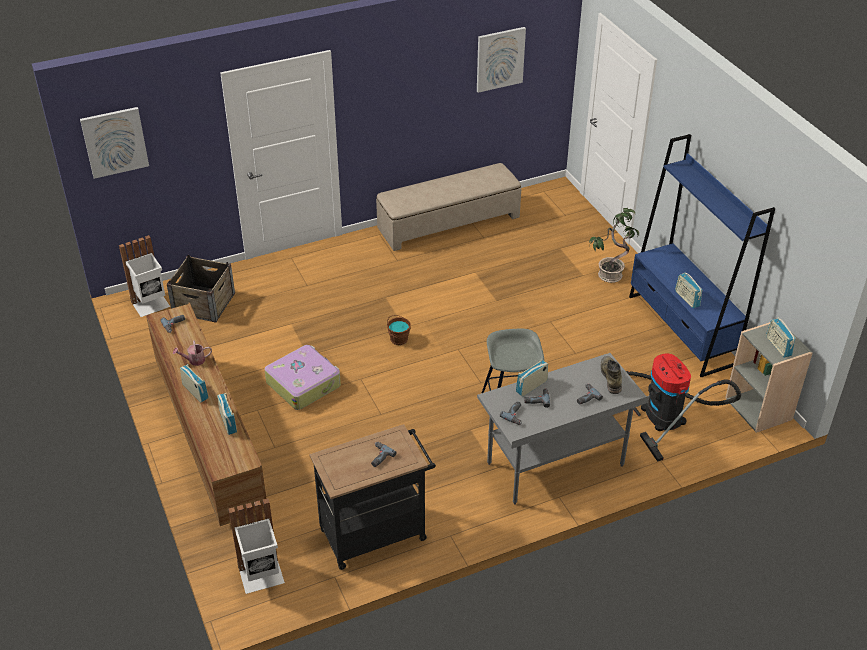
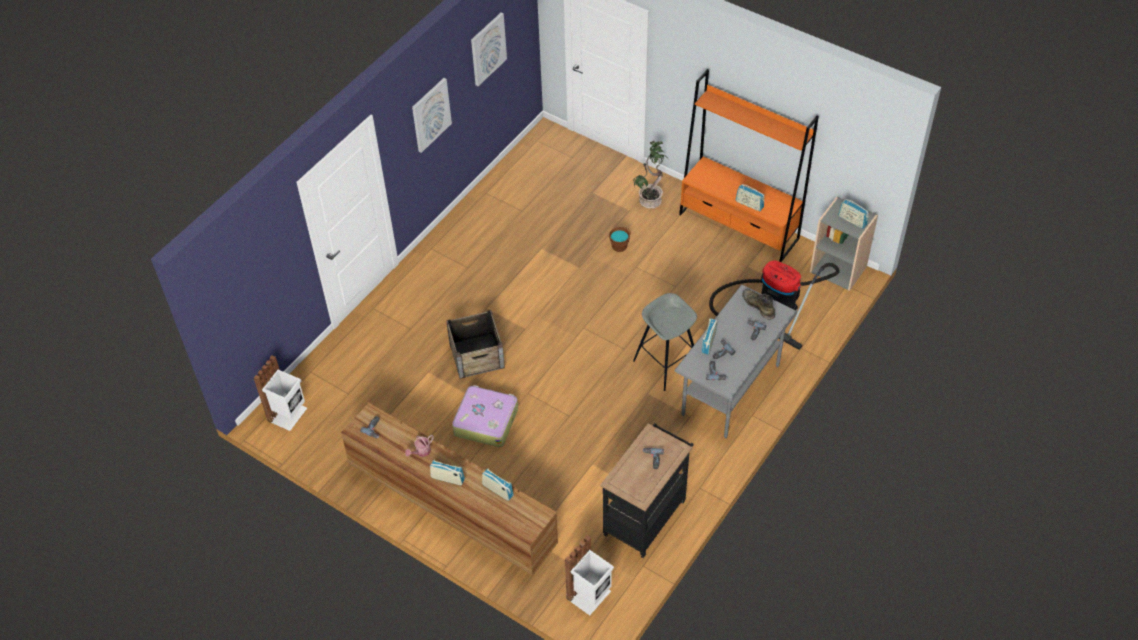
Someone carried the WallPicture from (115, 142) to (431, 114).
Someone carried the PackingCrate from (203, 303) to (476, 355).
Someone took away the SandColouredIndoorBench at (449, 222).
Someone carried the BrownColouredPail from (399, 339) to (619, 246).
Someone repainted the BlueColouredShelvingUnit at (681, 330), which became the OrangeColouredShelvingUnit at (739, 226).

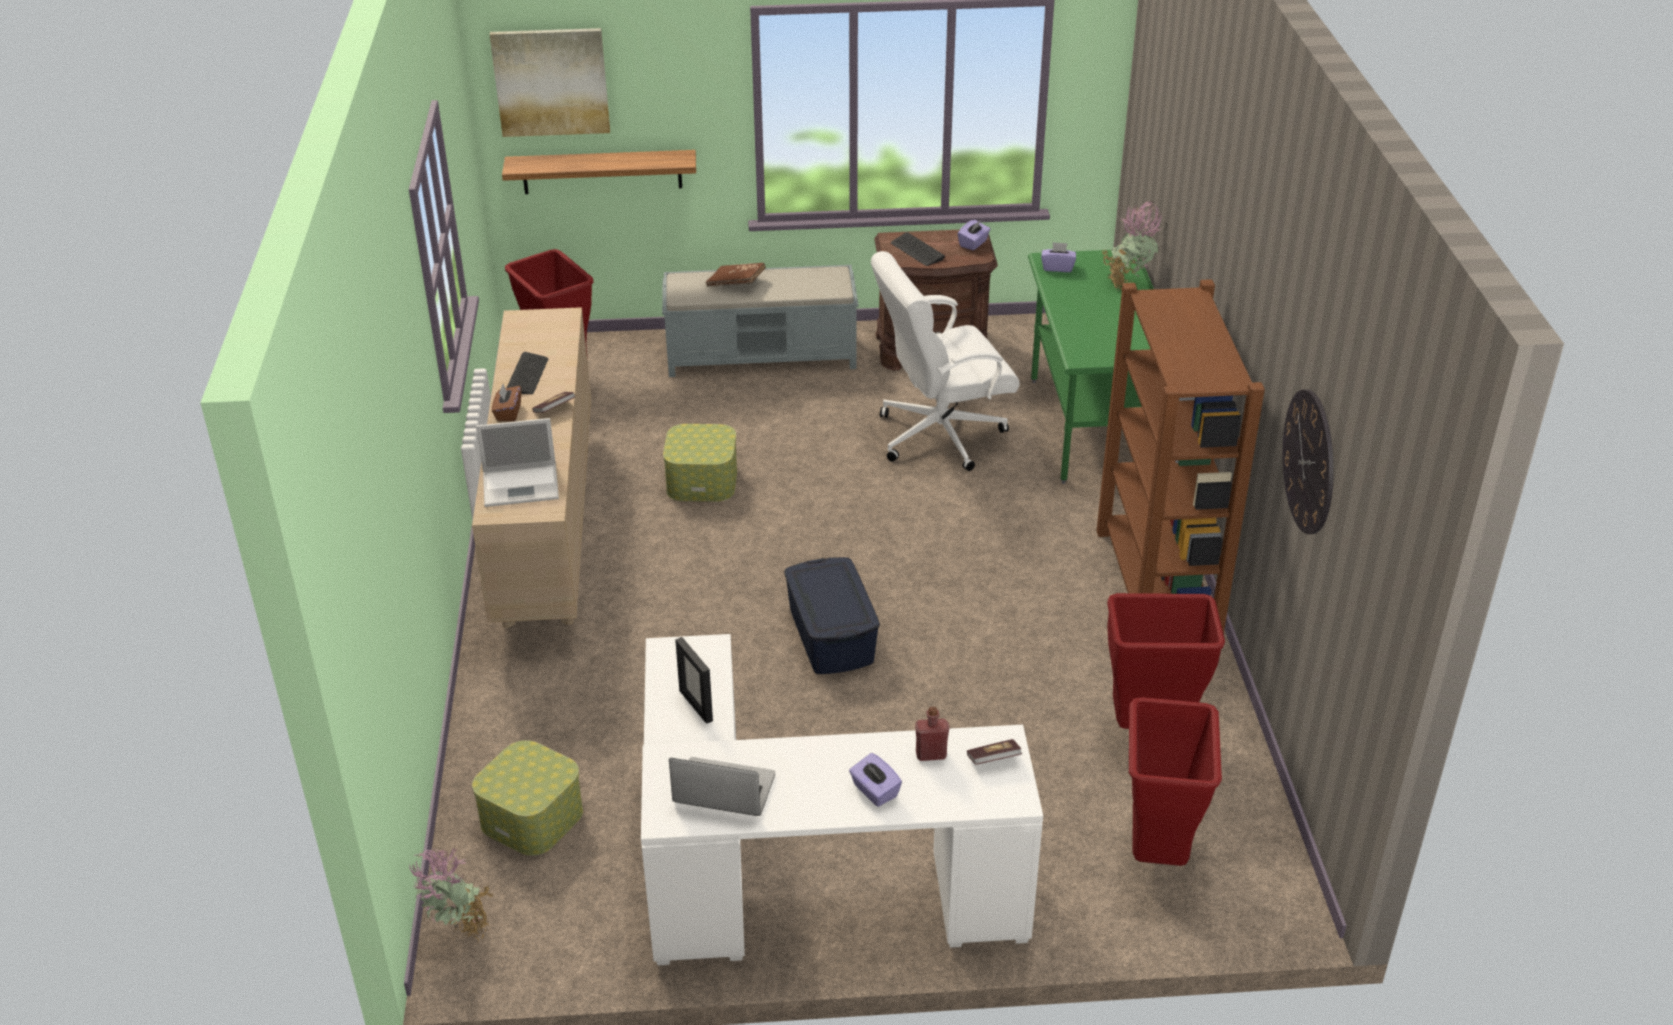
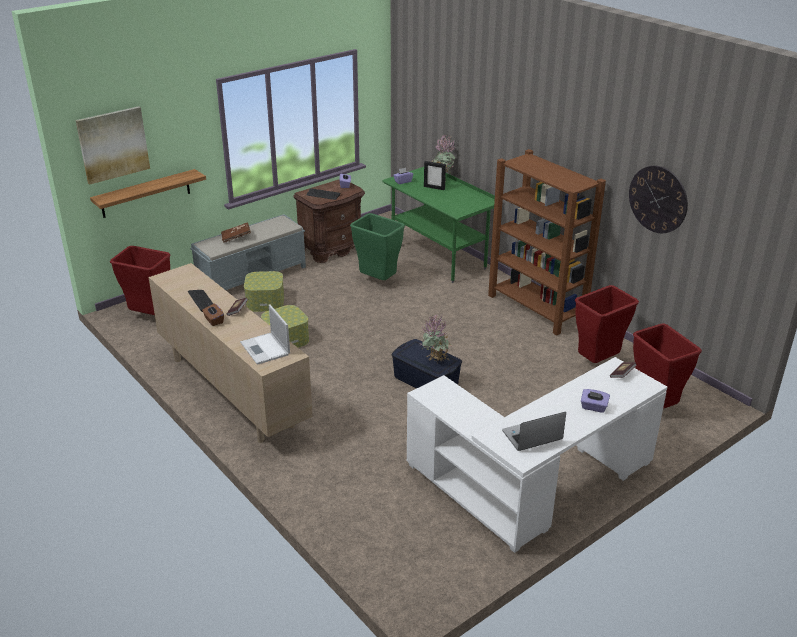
Someone carried the PlantInAPot from (459, 933) to (435, 362).
Someone carried the StorageBin from (532, 817) to (265, 301).
Someone rotated the Laptop at (522, 485) by 105 degrees clockwise.
Someone carried the StandingFrame from (697, 705) to (434, 187).
Someone swapped the WhiteColouredDeskChair at (940, 434) for the GreenColouredTrashCan at (377, 281).
Someone took away the ReddishBeverageBottle at (931, 755).

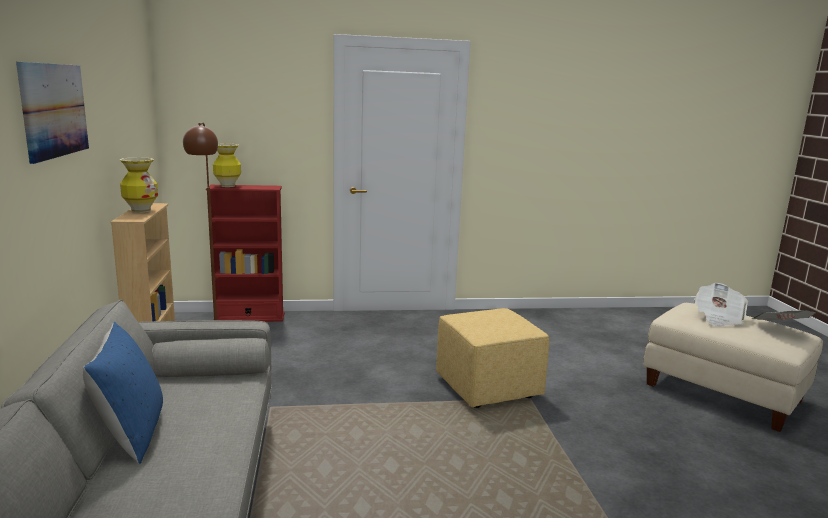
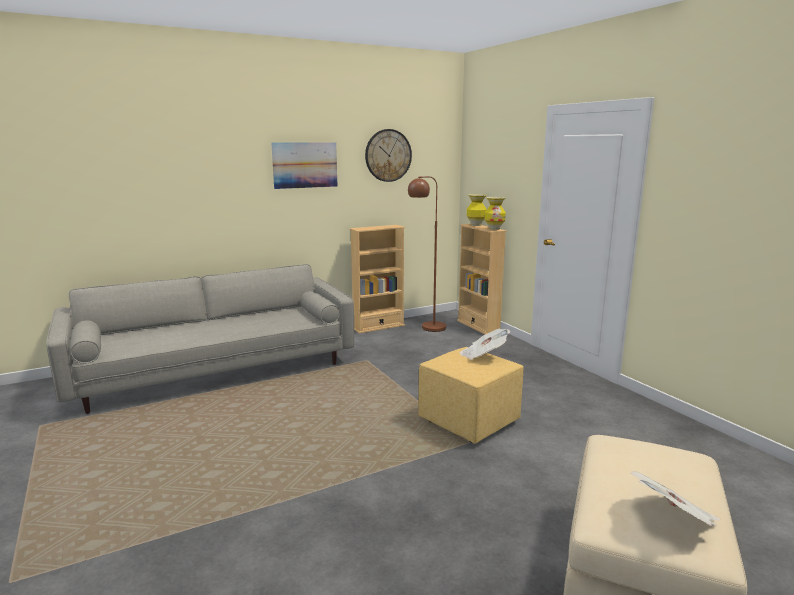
Someone took away the BlueColouredPillow at (131, 435).
Someone carried the FlowerVase from (141, 210) to (494, 229).
Someone repainted the ReddishShelvingUnit at (249, 317), which became the SandColouredShelvingUnit at (478, 326).
Someone carried the Newspaper from (718, 318) to (483, 355).
Someone put up the HangingClock at (388, 155).

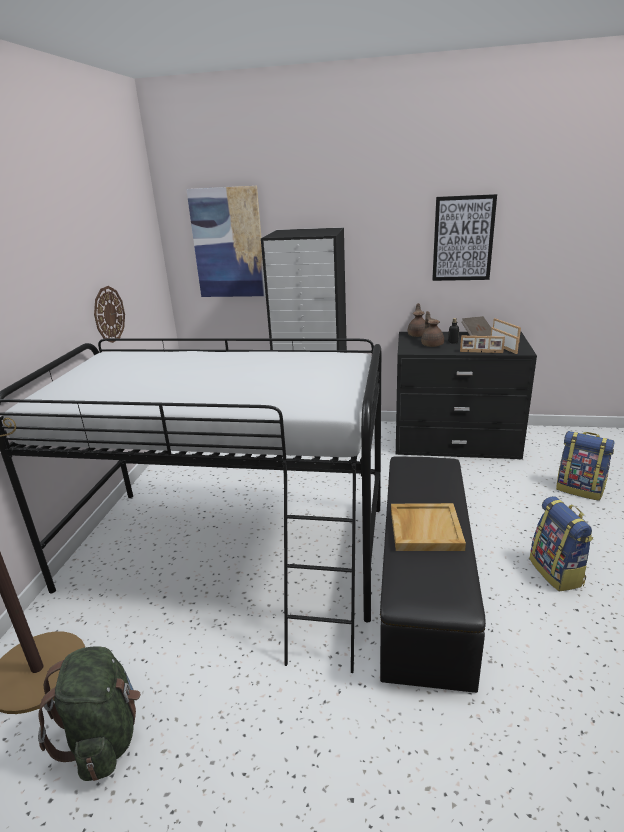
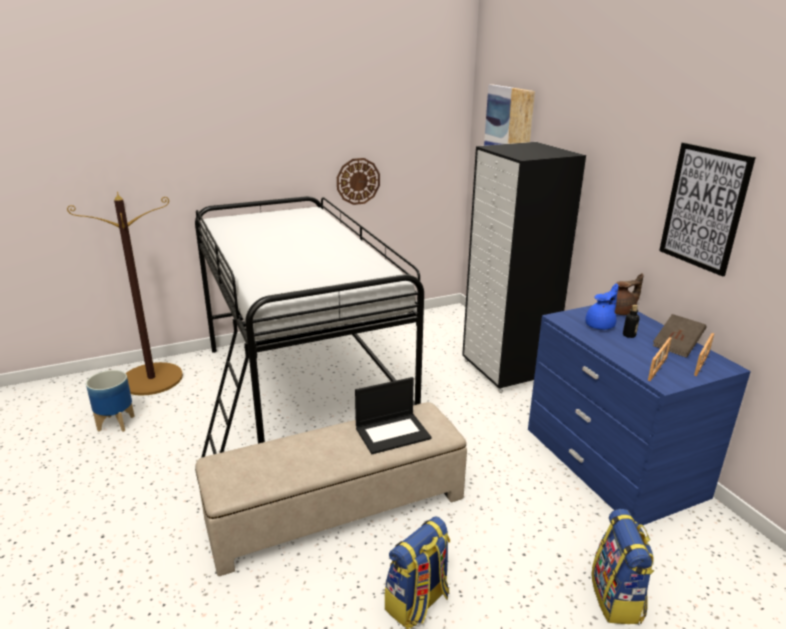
Someone swapped the GreenColouredKnapsack at (104, 737) for the Planter at (116, 423).
Someone repainted the BlackColouredIndoorBench at (423, 579), which became the SandColouredIndoorBench at (337, 507).
Someone took away the SandColouredCarryingTray at (425, 529).
Someone repainted the BlackColouredDrawerChest at (455, 439), which became the BlueColouredDrawerChest at (613, 461).
Someone repainted the BrownColouredTeapot at (432, 344), which became the BlueColouredTeapot at (601, 325).
Someone took away the StandingFrame at (481, 352).
Someone put down the Laptop at (393, 432).

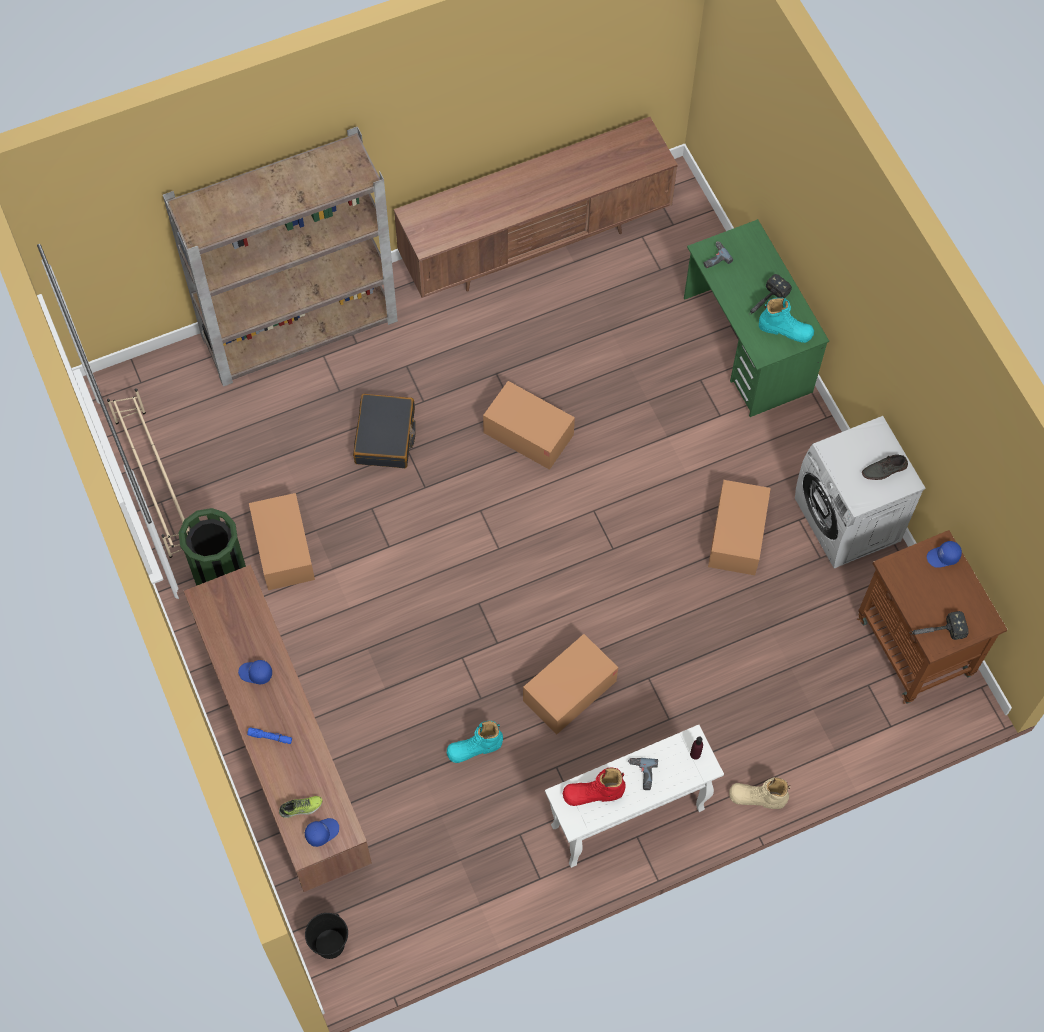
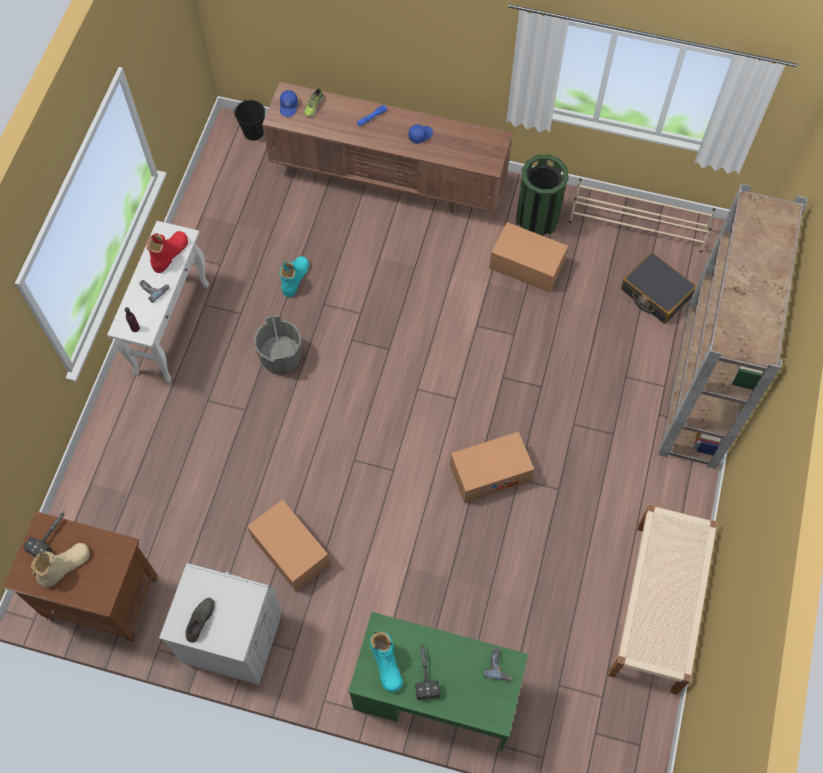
Someone carried the BlackColouredSuitcase from (385, 437) to (655, 293).
Someone swapped the BrownColouredStorageCabinet at (535, 243) for the SandColouredIndoorBench at (657, 607).
Someone swapped the Carton at (569, 691) for the GrayPail at (281, 357).
Someone carried the SandColouredBoot from (757, 797) to (65, 566).
Someone rotated the TurquoiseColouredBoot at (785, 330) by 75 degrees counterclockwise.
Someone took away the BlueColouredPeakedCap at (943, 557).

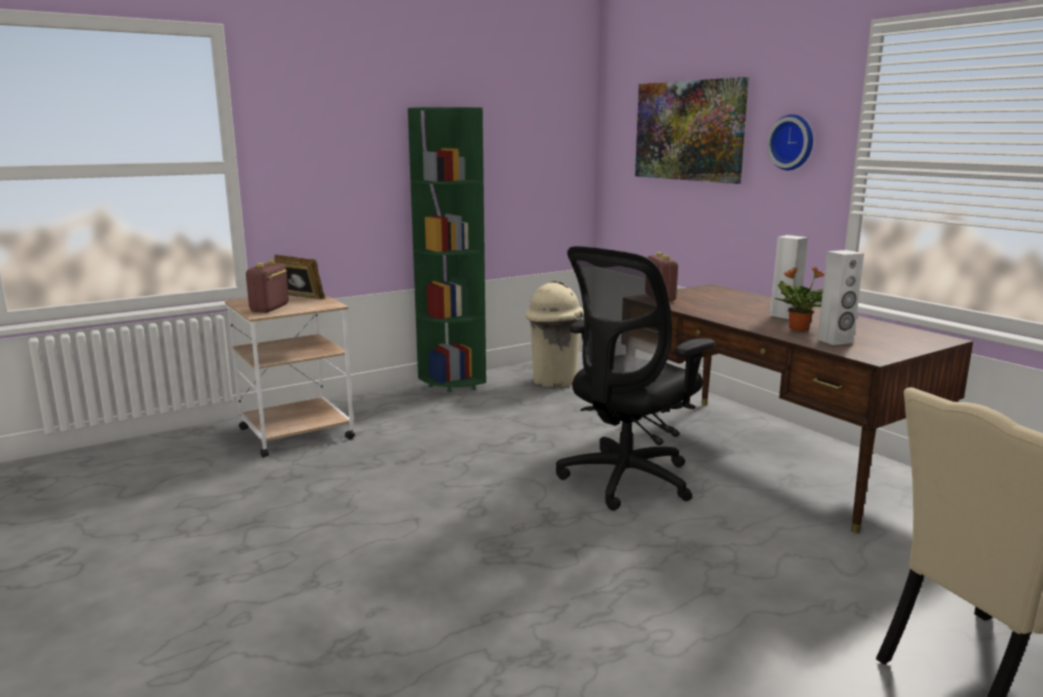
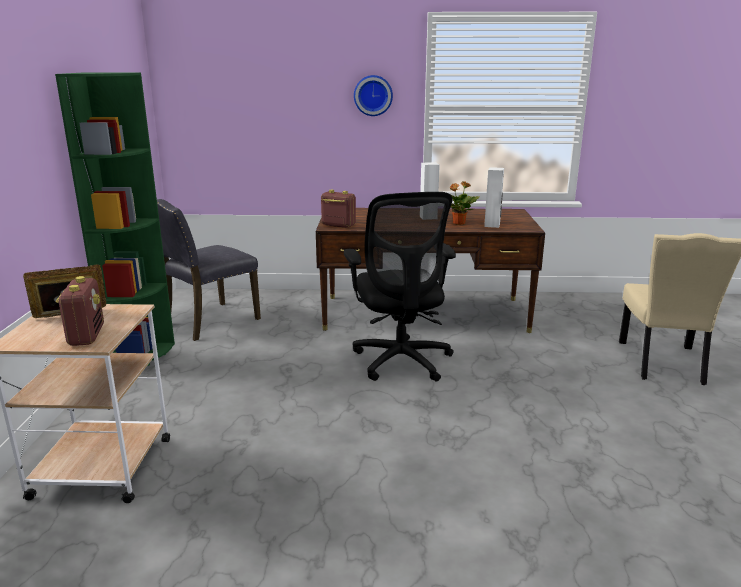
Someone rotated the RadioReceiver at (269, 309) by 150 degrees counterclockwise.
Someone swapped the SandColouredTrashCan at (554, 381) for the GrayPlainChair at (209, 322).
Someone took away the WallPicture at (689, 131).

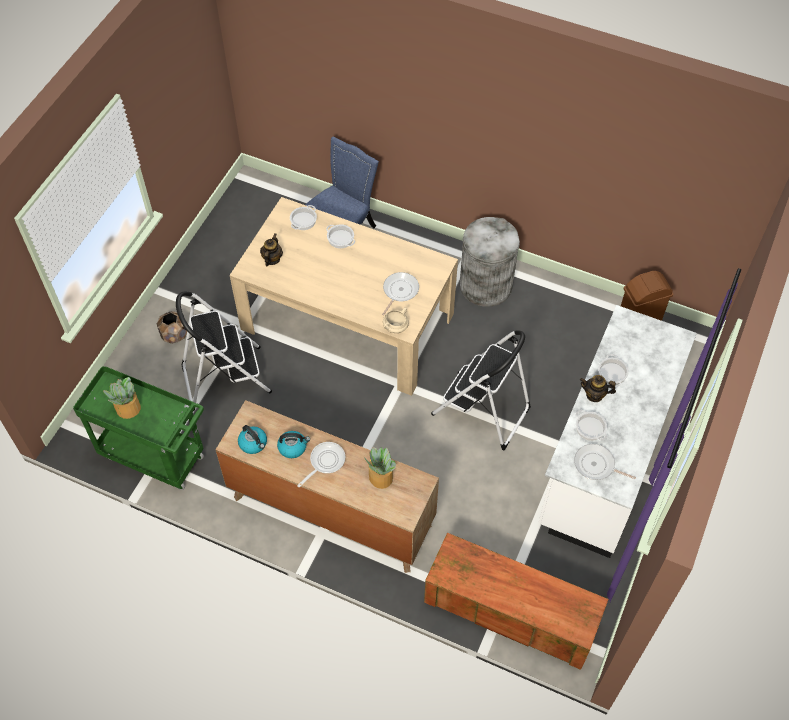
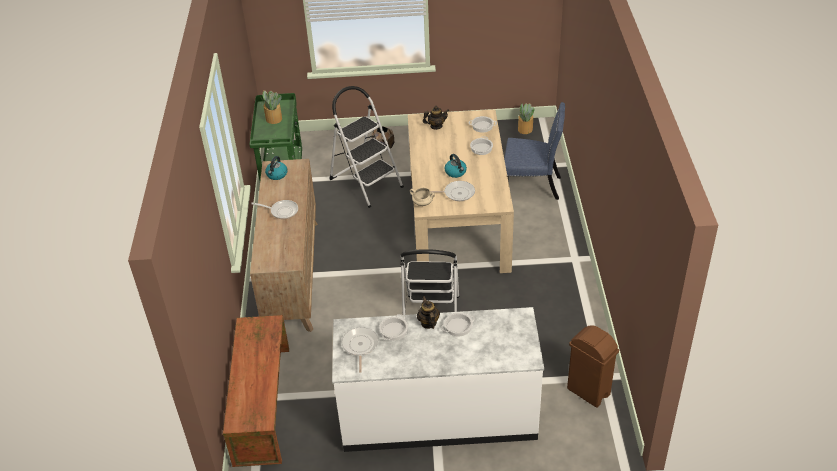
Someone carried the TeaKettle from (293, 447) to (456, 172).
Someone carried the PlantInAPot from (380, 478) to (525, 129).
Someone took away the GrayTrashCan at (486, 285).

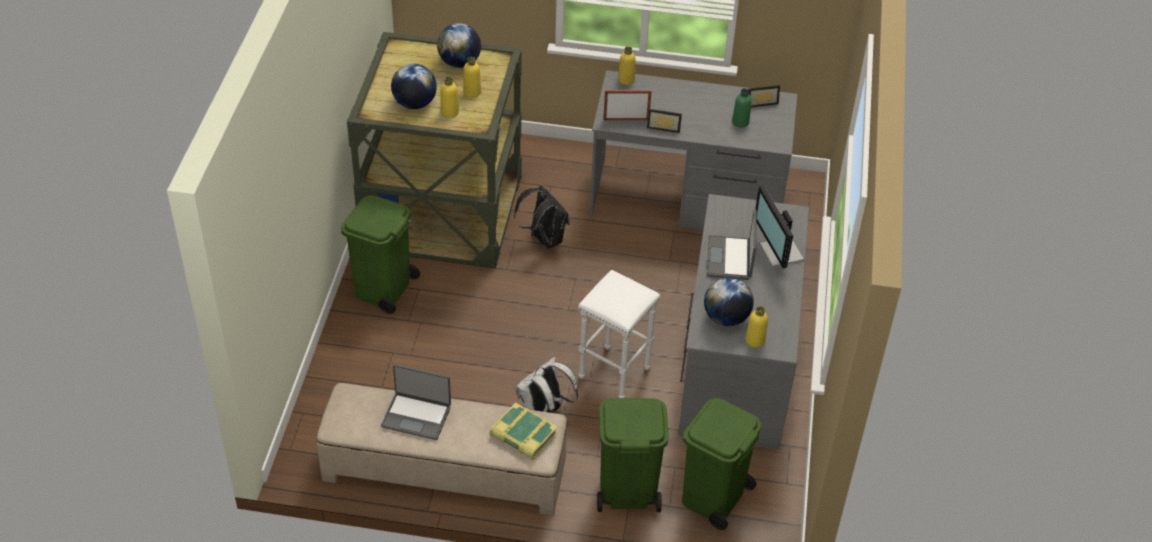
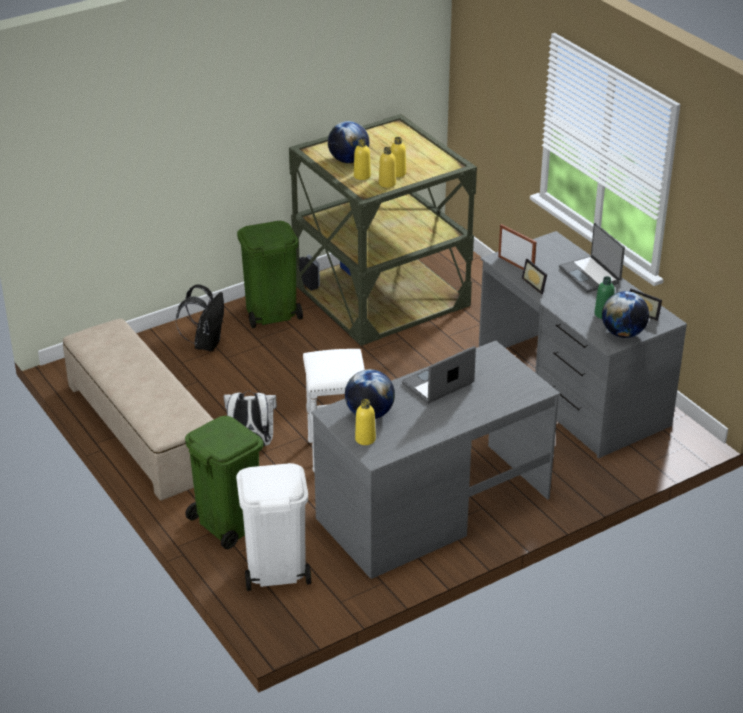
Someone carried the Laptop from (416, 416) to (590, 275).
Someone carried the DeskGlobe from (459, 62) to (623, 333).
Someone took away the Volume at (523, 436).
Someone carried the BlackColouredKnapsack from (543, 239) to (206, 343).
Someone carried the YellowBeverageBottle from (626, 80) to (387, 183).
Someone repainted the GreenColouredTrashCan at (713, 497), which became the WhiteColouredTrashCan at (275, 570).
Someone took away the ComputerScreen at (779, 253).

